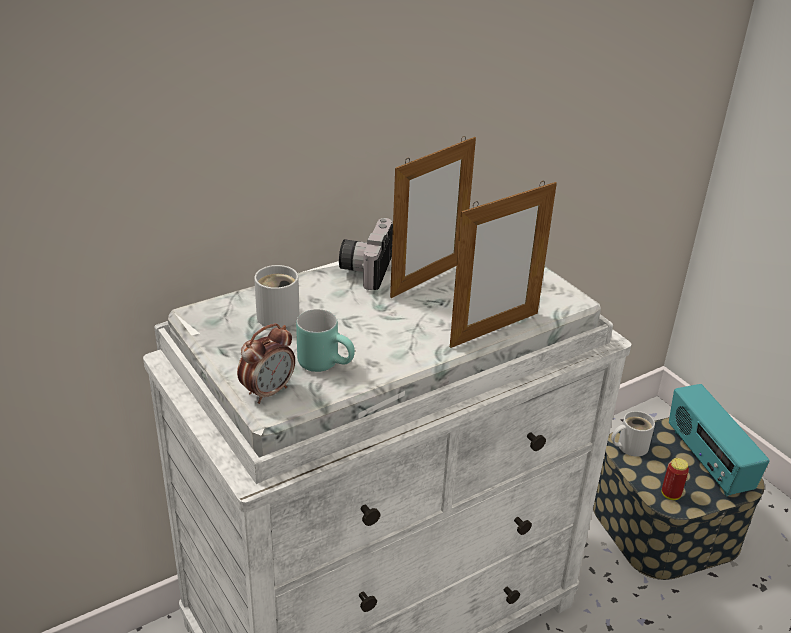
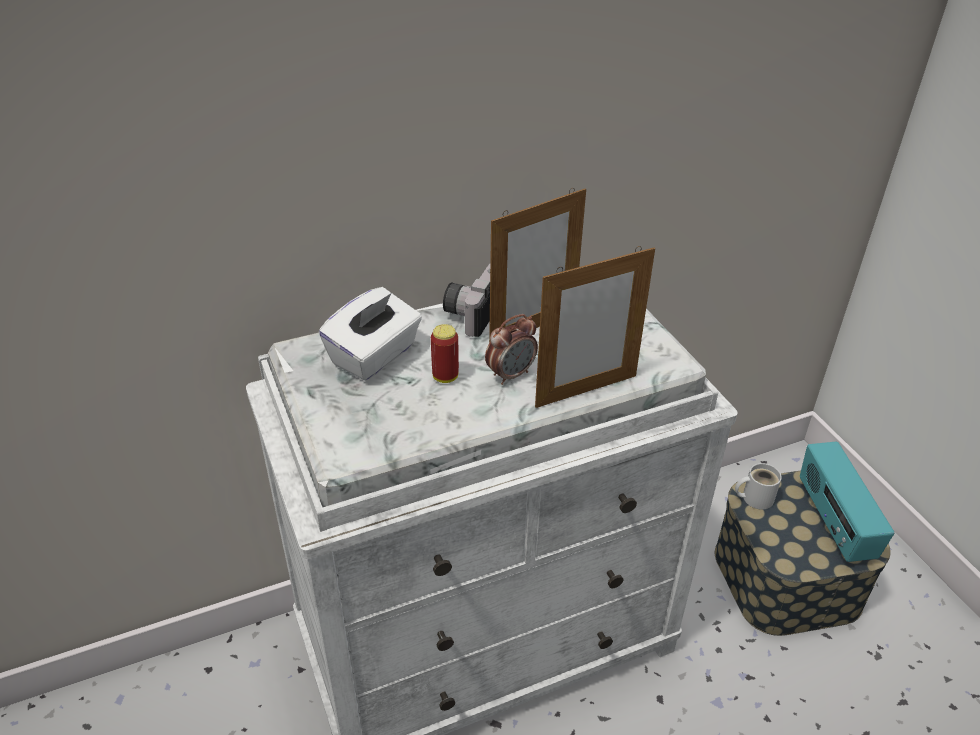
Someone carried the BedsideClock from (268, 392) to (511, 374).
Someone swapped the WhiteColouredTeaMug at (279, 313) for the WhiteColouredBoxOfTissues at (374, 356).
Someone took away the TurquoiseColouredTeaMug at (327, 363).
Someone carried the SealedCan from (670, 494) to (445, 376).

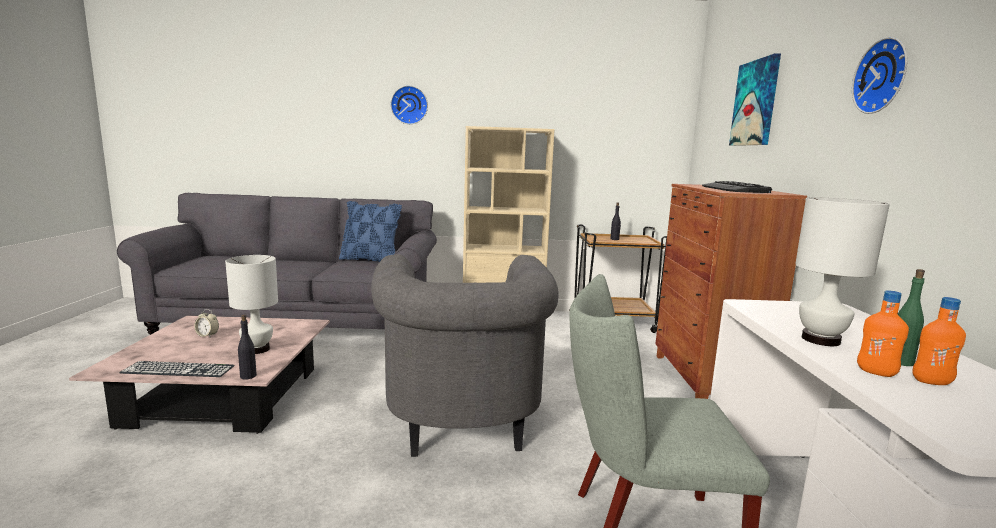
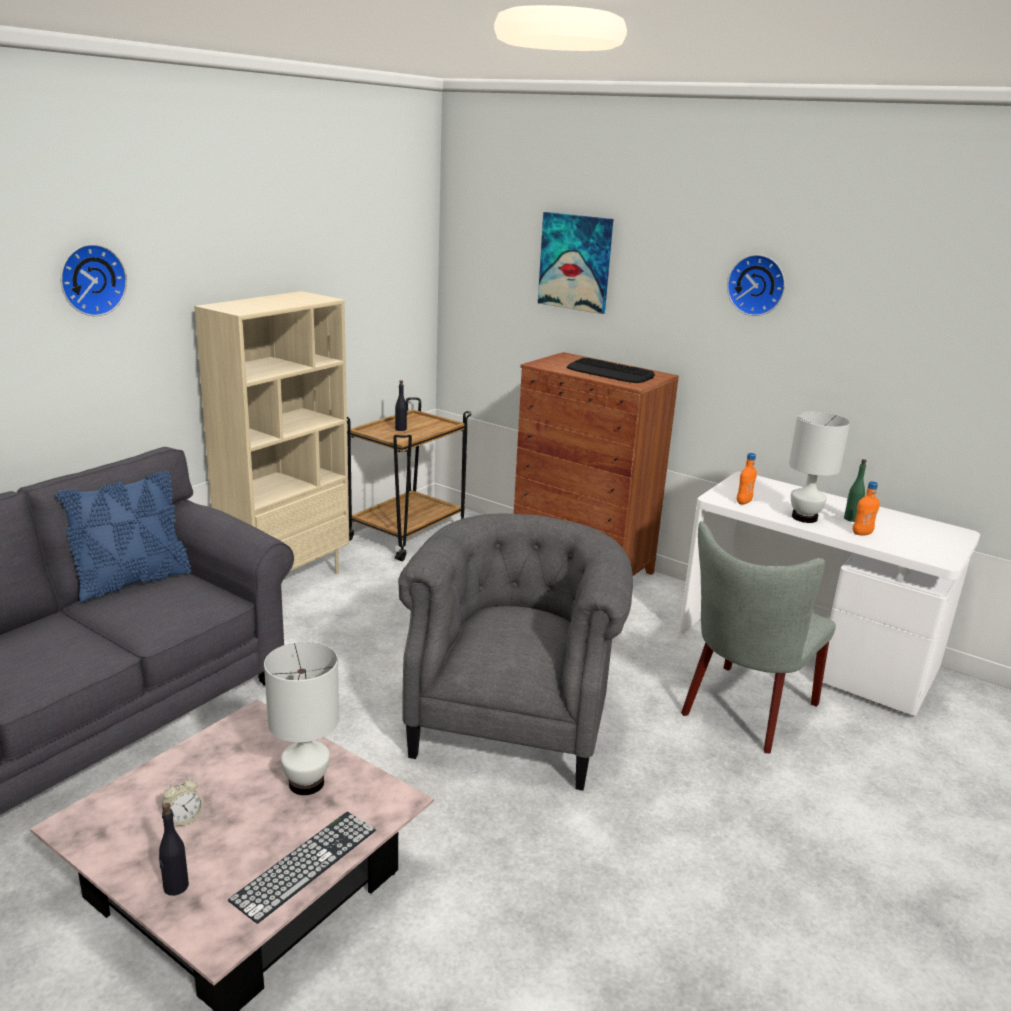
Someone carried the BlackColouredBeverageBottle from (248, 376) to (175, 887).
Someone rotated the GrayEasyChair at (462, 419) by 105 degrees counterclockwise.
Someone carried the OrangeColouredBeverageBottle from (931, 382) to (743, 502).

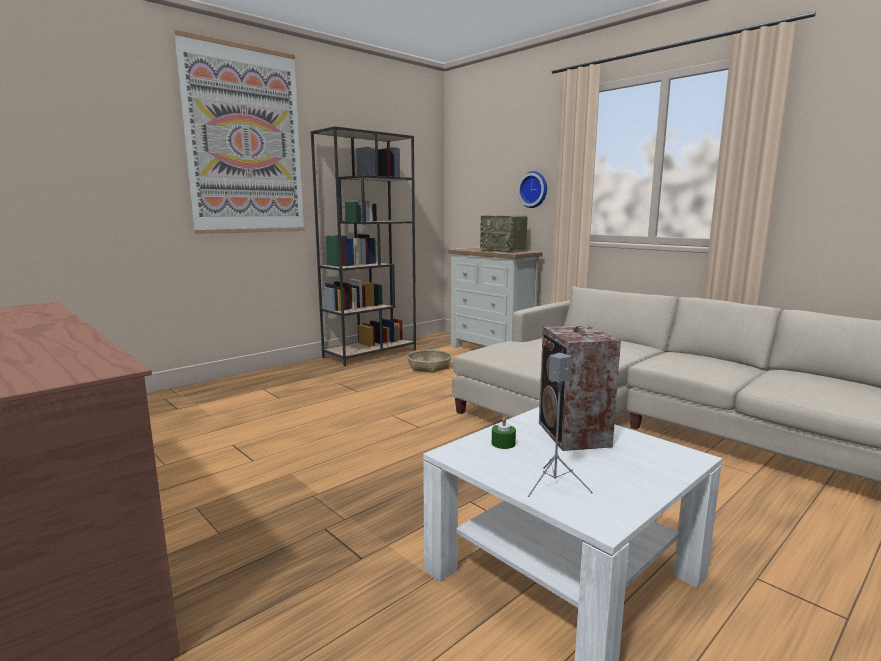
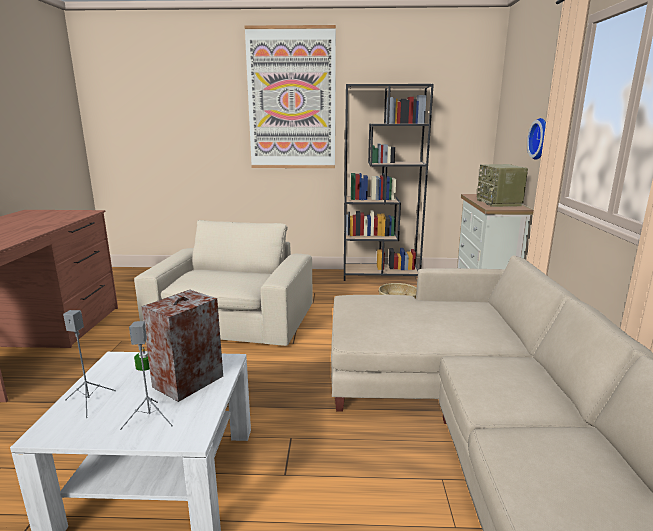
Someone put down the GrayAudioSpeaker at (151, 418).
Someone put down the SandColouredEasyChair at (233, 320).

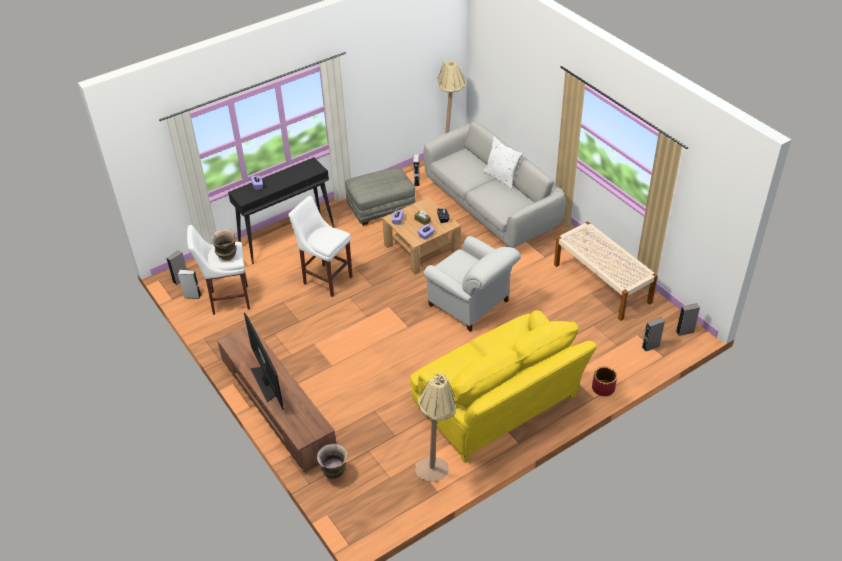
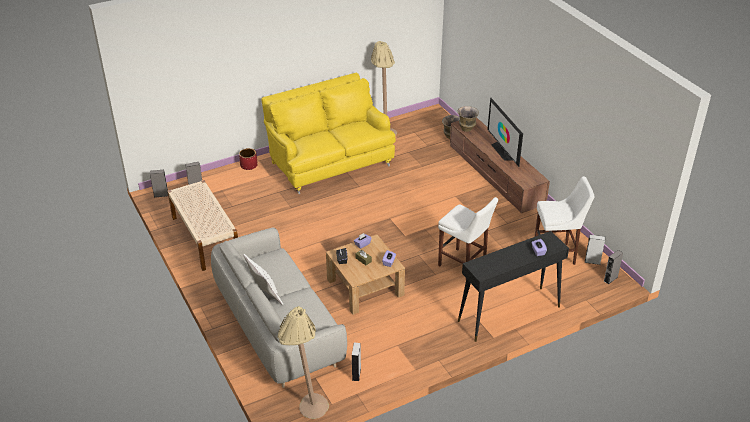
Someone carried the FlowerVase from (227, 256) to (467, 129).
Someone took away the GrayFootrest at (381, 208).
Someone took away the WhiteColouredEasyChair at (471, 305).

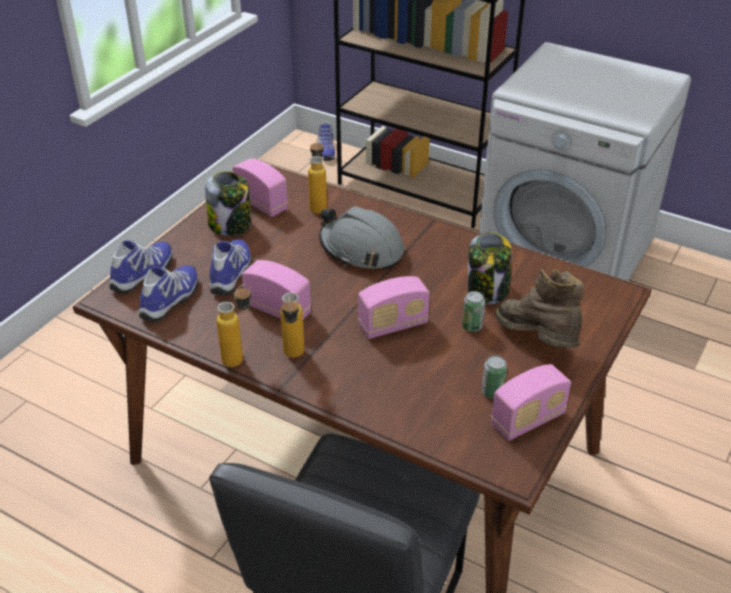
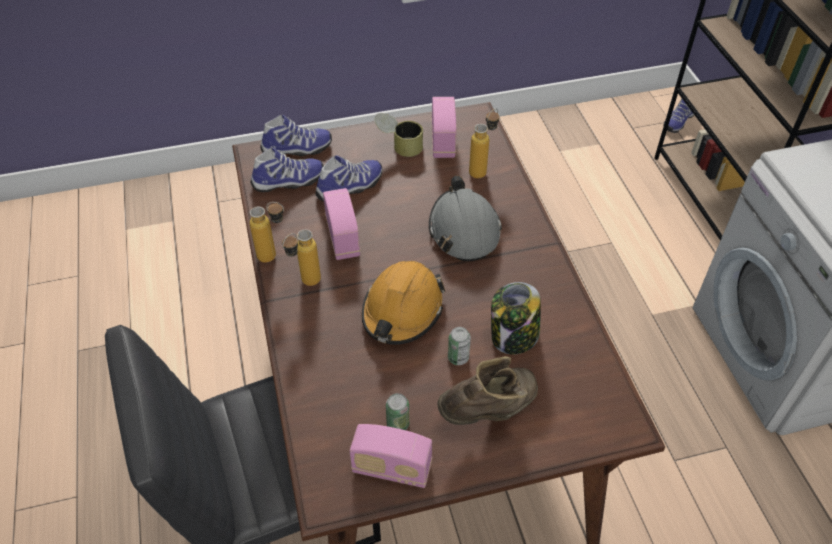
Someone swapped the Jar at (230, 225) for the SealedCan at (399, 146).
Someone swapped the RadioReceiver at (393, 325) for the OrangeColouredWorkHelmet at (402, 311).
Someone rotated the BrownColouredBoot at (537, 342) by 45 degrees clockwise.

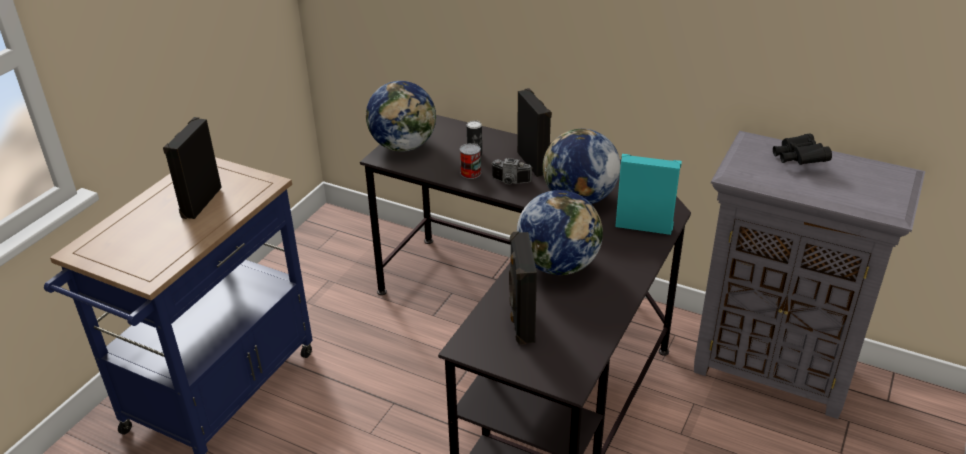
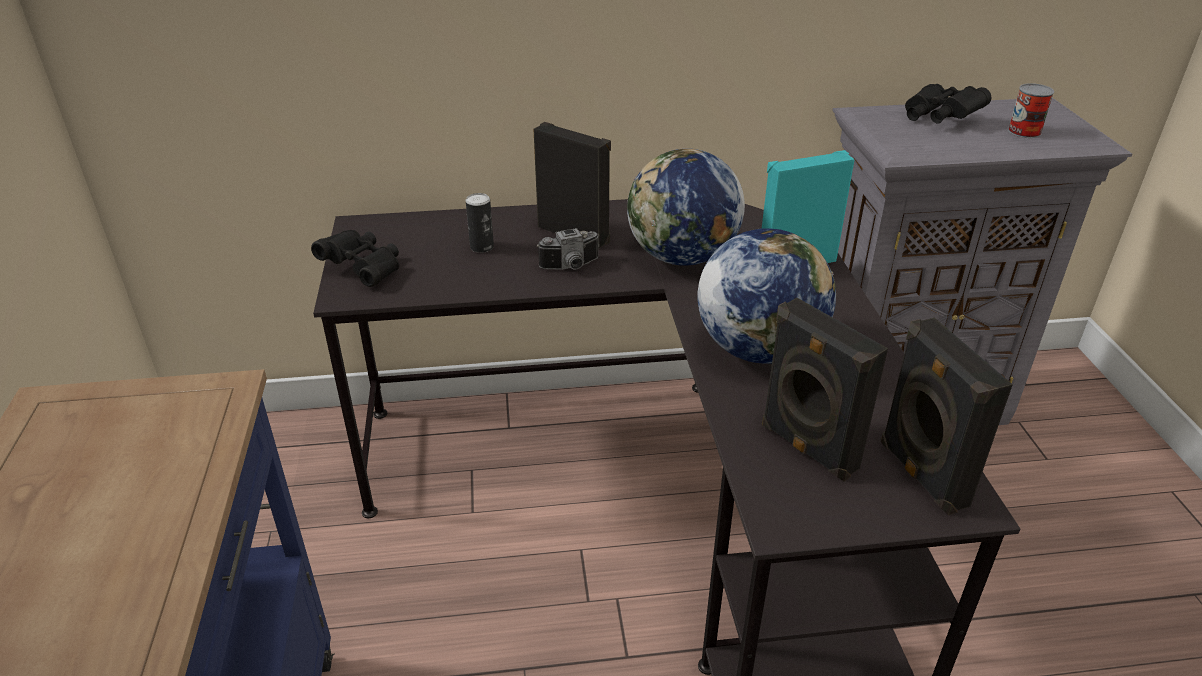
Someone carried the BlackColouredAudioSpeaker from (200, 202) to (920, 474).
Someone swapped the DeskGlobe at (404, 146) for the BlackColouredFieldGlasses at (364, 269).
Someone carried the SealedCan from (470, 173) to (1024, 131).

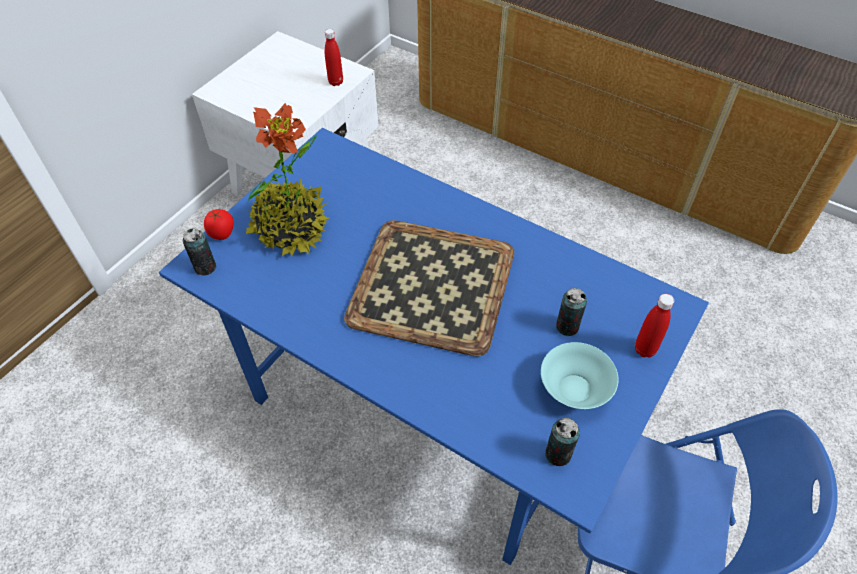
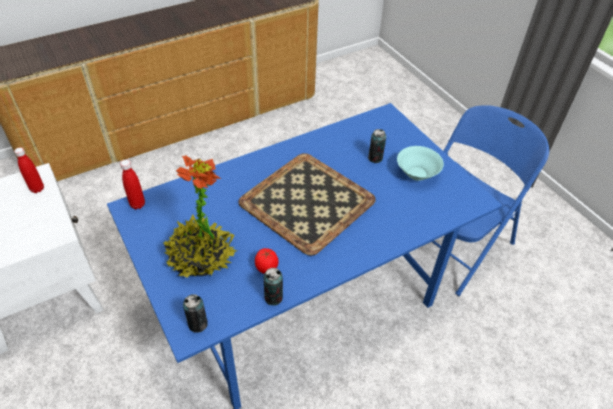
Someone carried the FreshTomato from (222, 234) to (266, 268).
Someone carried the SealedCan from (558, 454) to (273, 298).
Someone carried the ReddishBeverageBottle from (645, 349) to (137, 204).

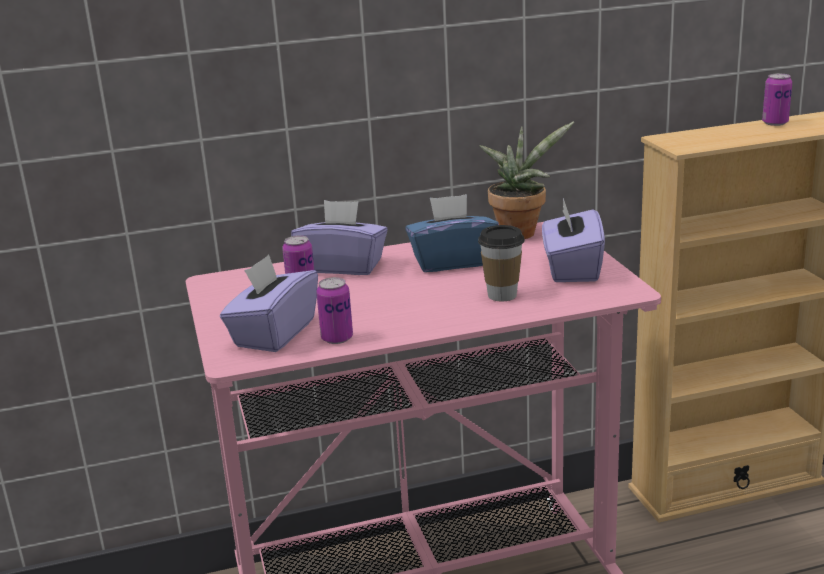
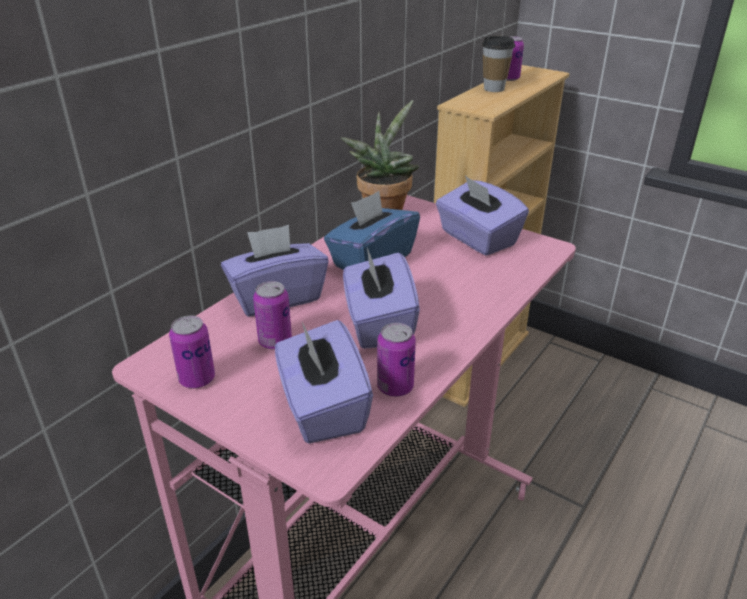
Someone carried the DrinkingCup from (502, 295) to (494, 89).
Someone put down the SealedCan at (197, 379).
Someone put down the PurpleBoxOfTissues at (378, 324).

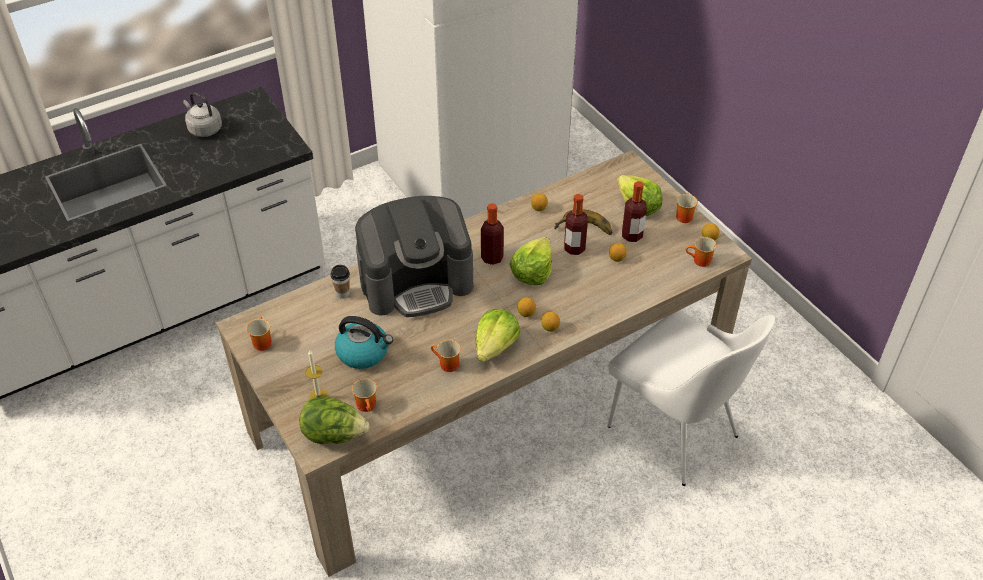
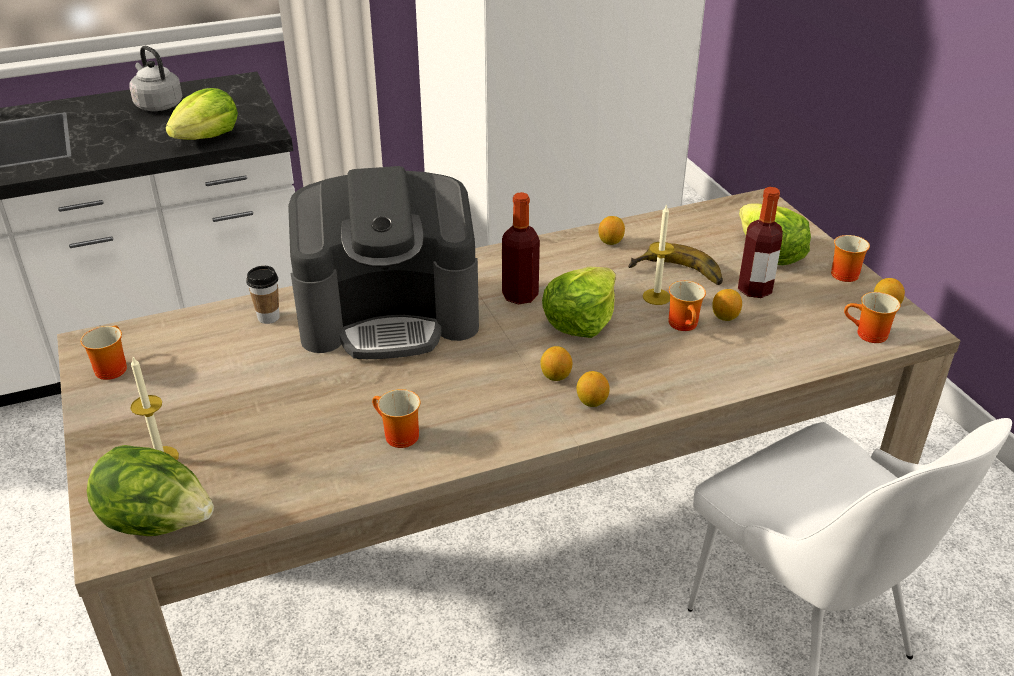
Someone took away the TeaKettle at (364, 352).
Someone carried the TeaMug from (368, 405) to (686, 325).
Someone carried the Lettuce from (495, 346) to (207, 137).
Someone swapped the BeverageBottle at (574, 248) for the Candle at (656, 297).

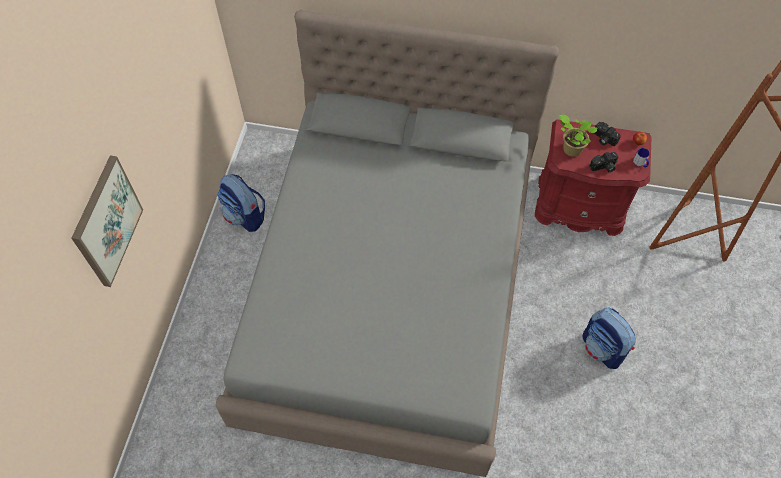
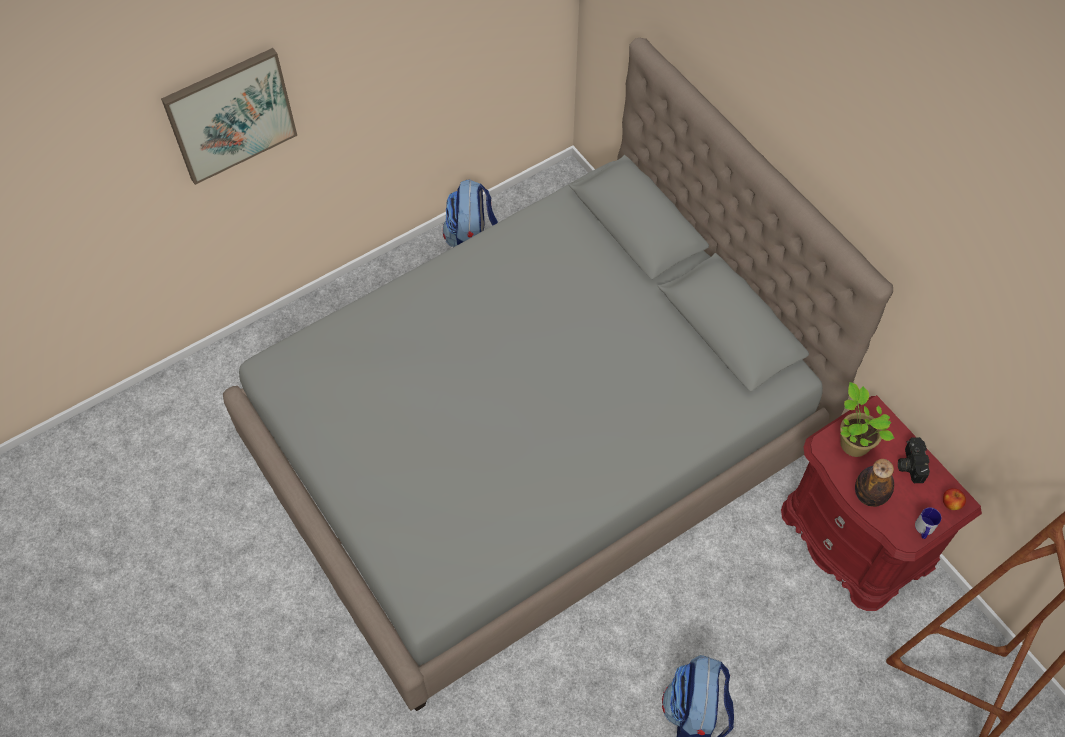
Someone swapped the StillCamera at (603, 167) for the BeverageBottle at (869, 495).

